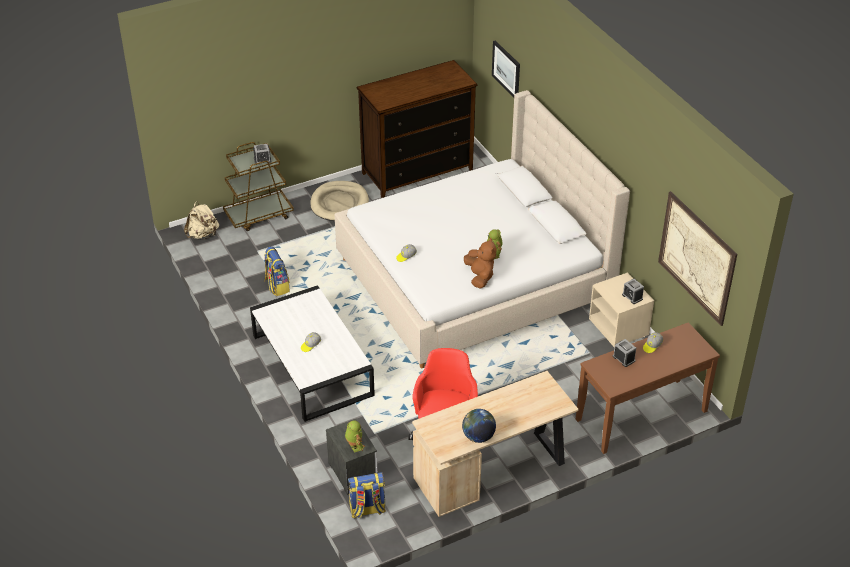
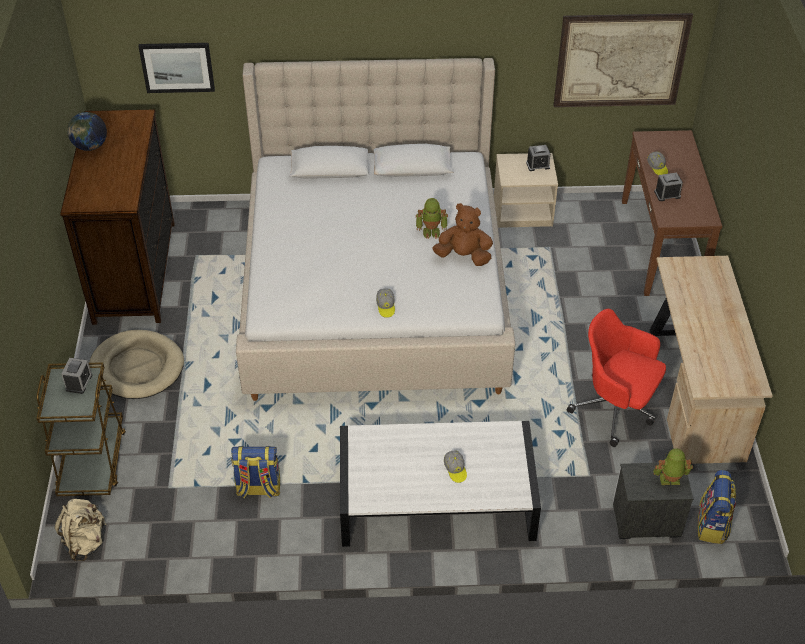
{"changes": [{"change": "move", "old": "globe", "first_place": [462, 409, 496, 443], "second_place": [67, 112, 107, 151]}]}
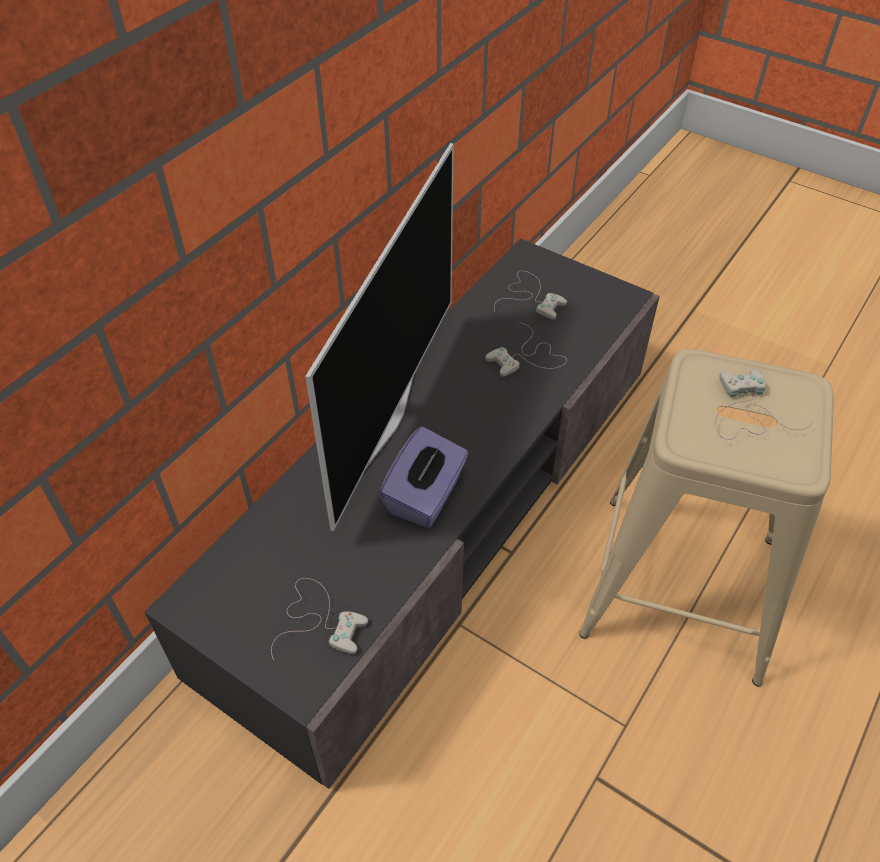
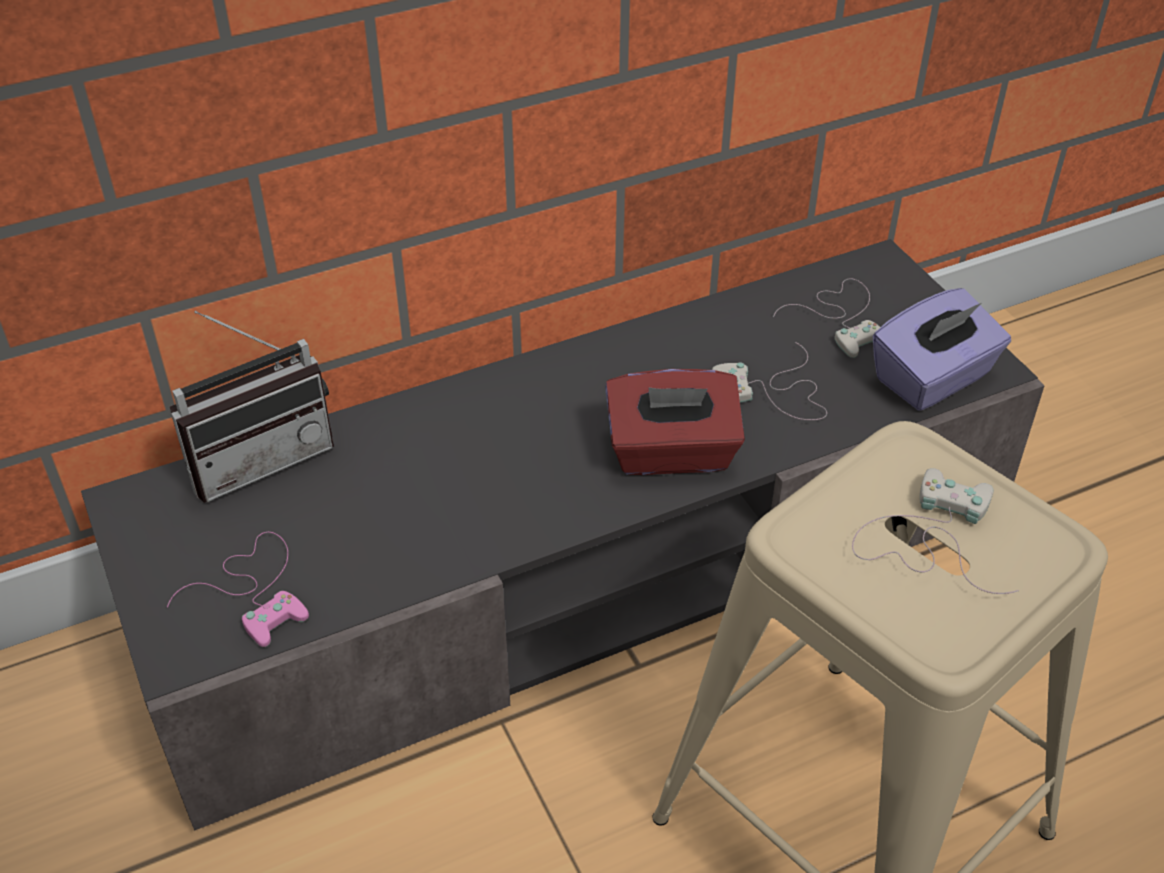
{"changes": [{"change": "recolor", "old": "white game controller", "new": "pink game controller", "first_place": [271, 578, 368, 660], "second_place": [167, 532, 309, 647]}, {"change": "delete", "old": "television", "first_place": [305, 143, 454, 531]}, {"change": "move", "old": "purple tissue box", "first_place": [379, 426, 468, 528], "second_place": [873, 288, 1011, 411]}, {"change": "insert", "new": "radio", "second_place": [170, 310, 334, 503]}, {"change": "insert", "new": "red tissue box", "second_place": [605, 369, 745, 475]}]}
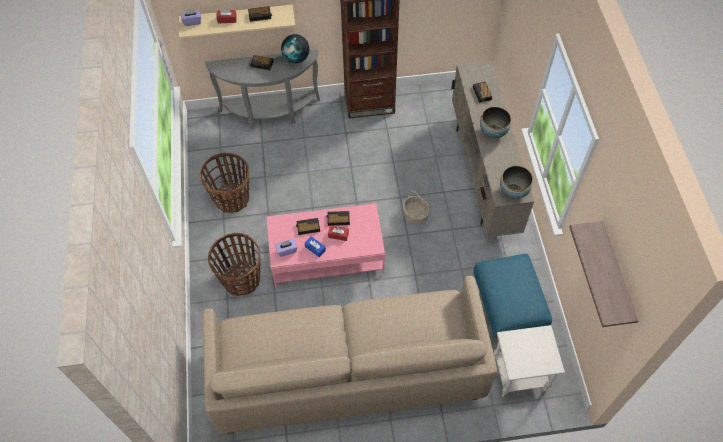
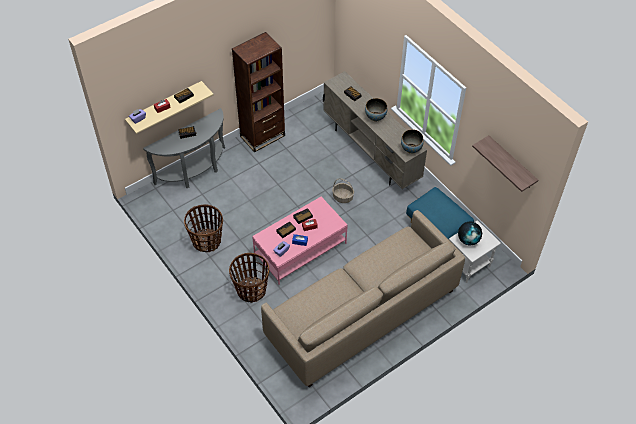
{"changes": [{"change": "move", "old": "globe", "first_place": [281, 34, 310, 63], "second_place": [458, 221, 482, 246]}]}
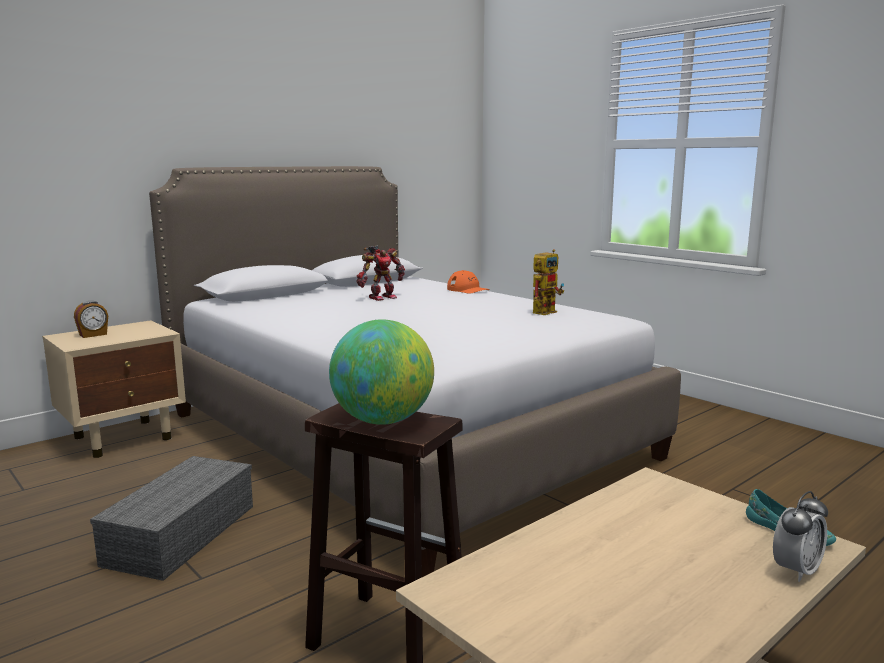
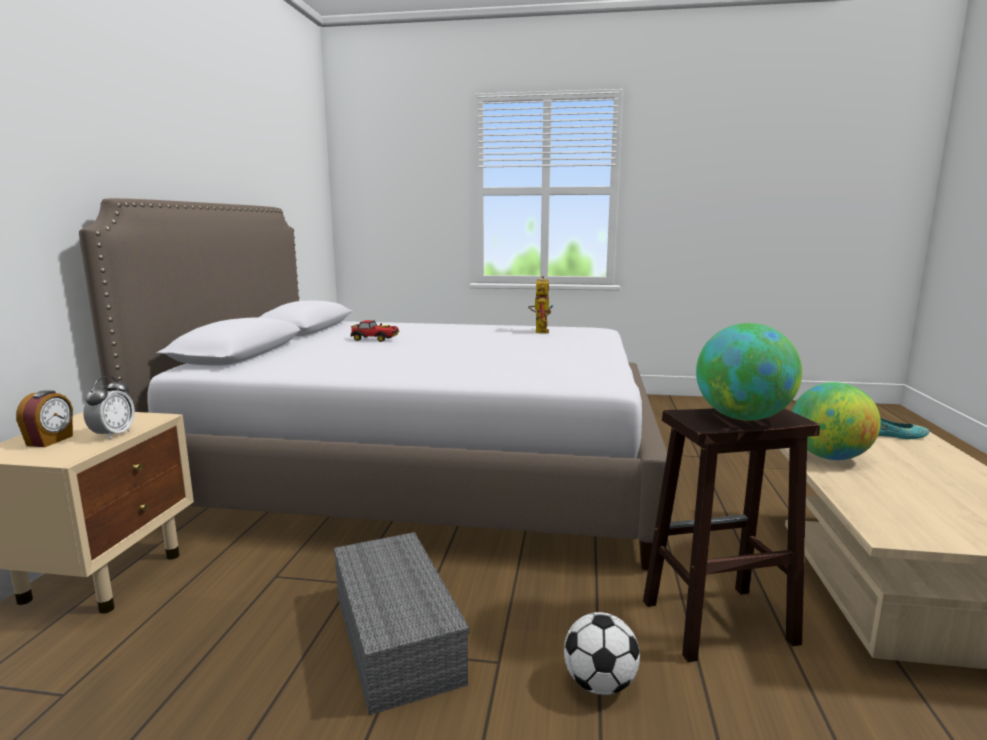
{"changes": [{"change": "replace", "old": "toy robot", "new": "toy car", "first_place": [357, 246, 405, 301], "second_place": [350, 320, 399, 342]}, {"change": "delete", "old": "orange cap", "first_place": [447, 270, 490, 294]}, {"change": "move", "old": "alarm clock", "first_place": [773, 491, 828, 582], "second_place": [83, 376, 135, 440]}, {"change": "insert", "new": "football", "second_place": [564, 612, 640, 695]}, {"change": "insert", "new": "globe", "second_place": [792, 382, 881, 460]}]}
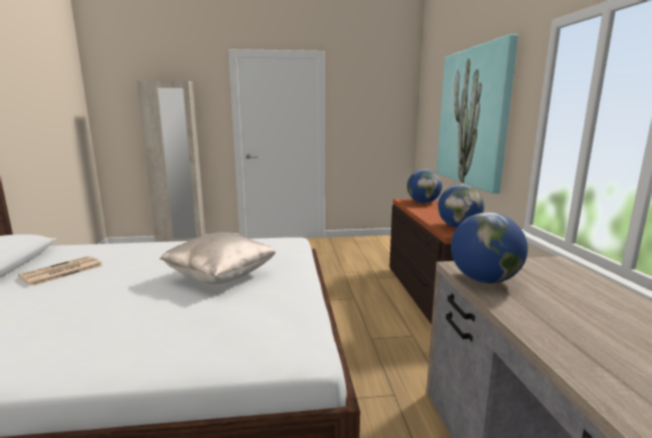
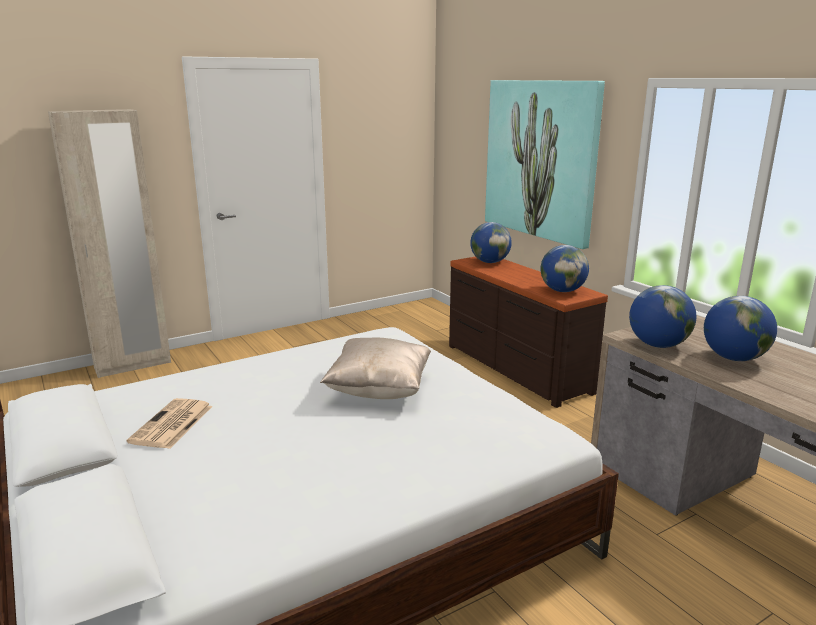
{"changes": [{"change": "insert", "new": "globe", "second_place": [704, 296, 777, 361]}]}
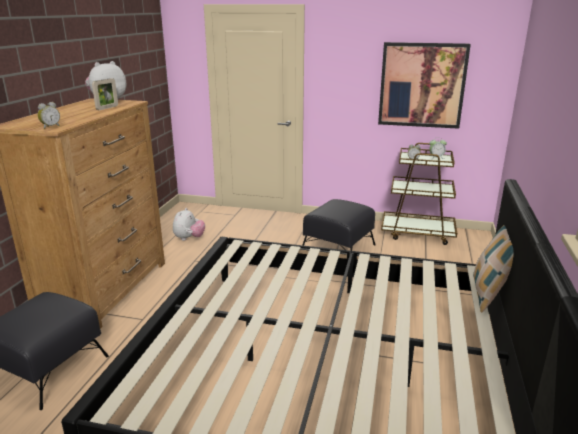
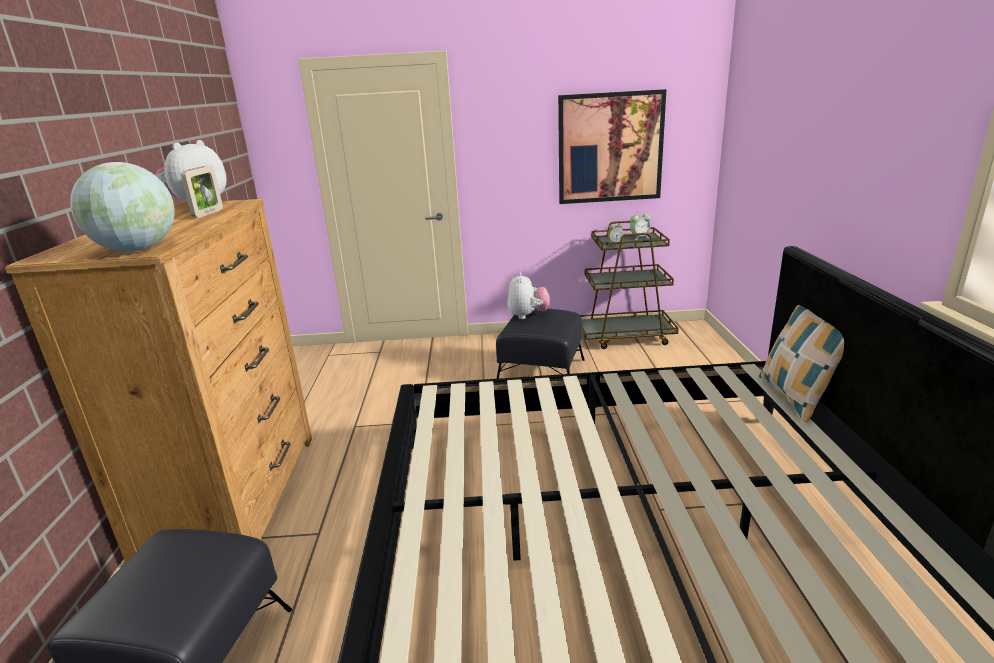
{"changes": [{"change": "replace", "old": "alarm clock", "new": "globe", "first_place": [38, 102, 60, 129], "second_place": [70, 162, 175, 252]}, {"change": "move", "old": "plush toy", "first_place": [173, 208, 205, 241], "second_place": [507, 272, 550, 319]}]}
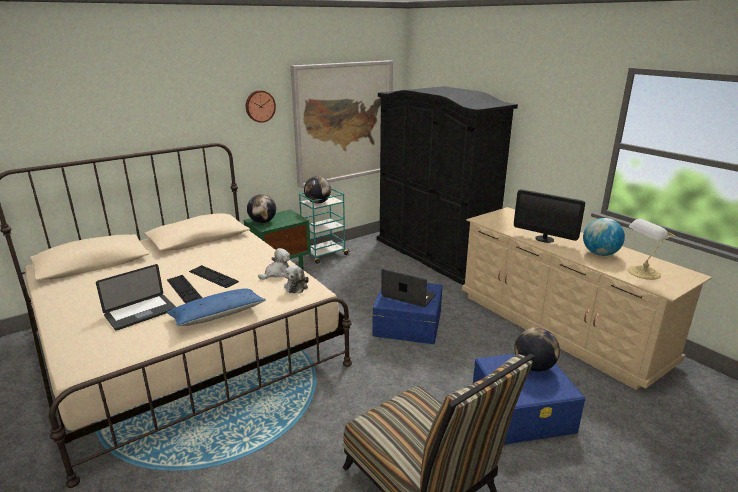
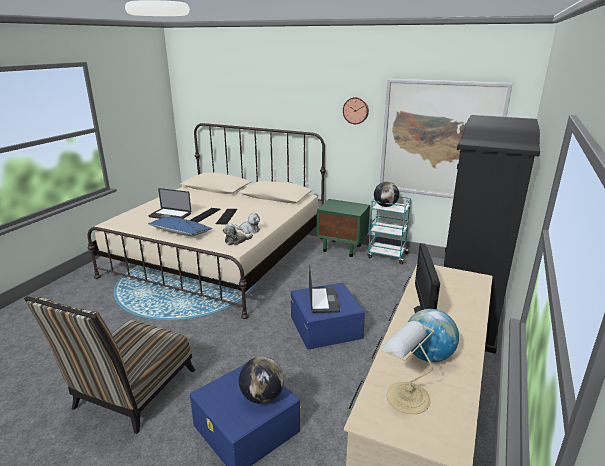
{"changes": [{"change": "delete", "old": "globe", "first_place": [247, 194, 276, 223]}]}
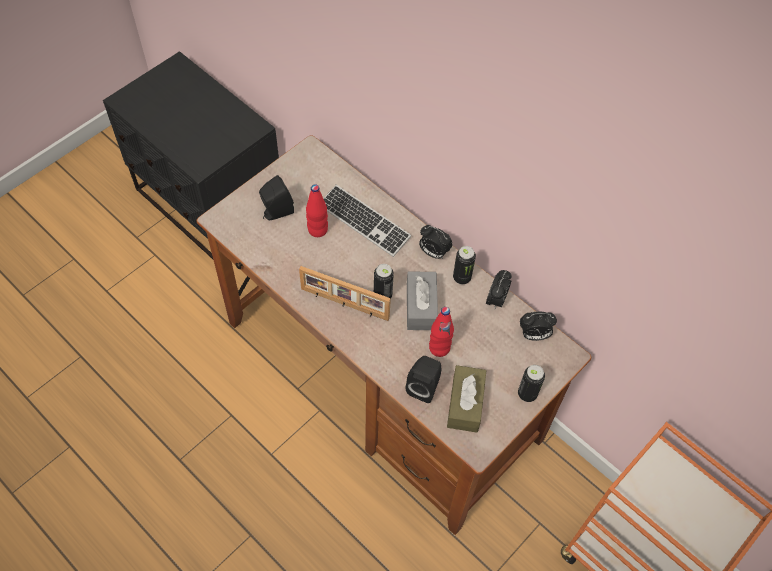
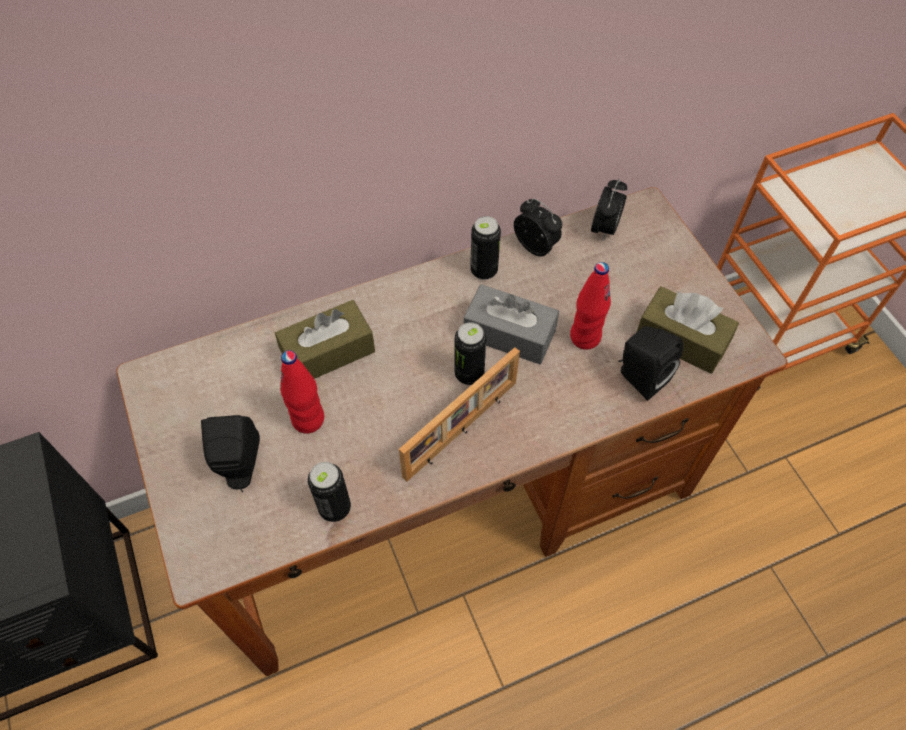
{"changes": [{"change": "replace", "old": "keyboard", "new": "brown tissue box", "first_place": [323, 185, 411, 257], "second_place": [275, 300, 375, 379]}, {"change": "delete", "old": "alarm clock", "first_place": [419, 225, 452, 259]}, {"change": "move", "old": "can", "first_place": [518, 365, 545, 402], "second_place": [308, 462, 351, 522]}]}
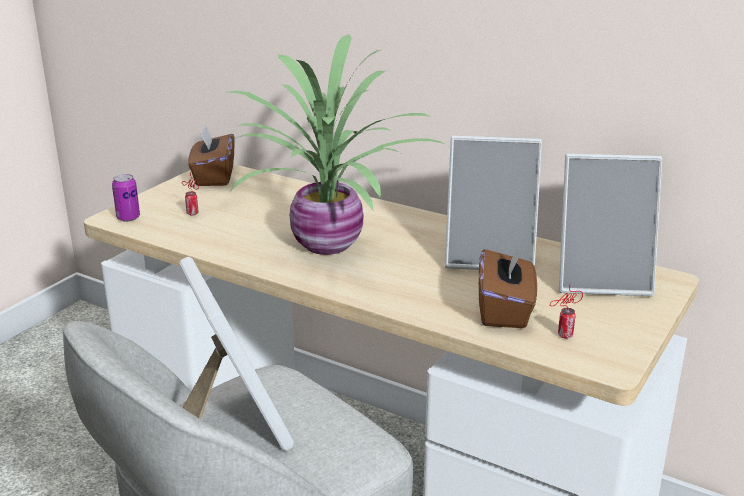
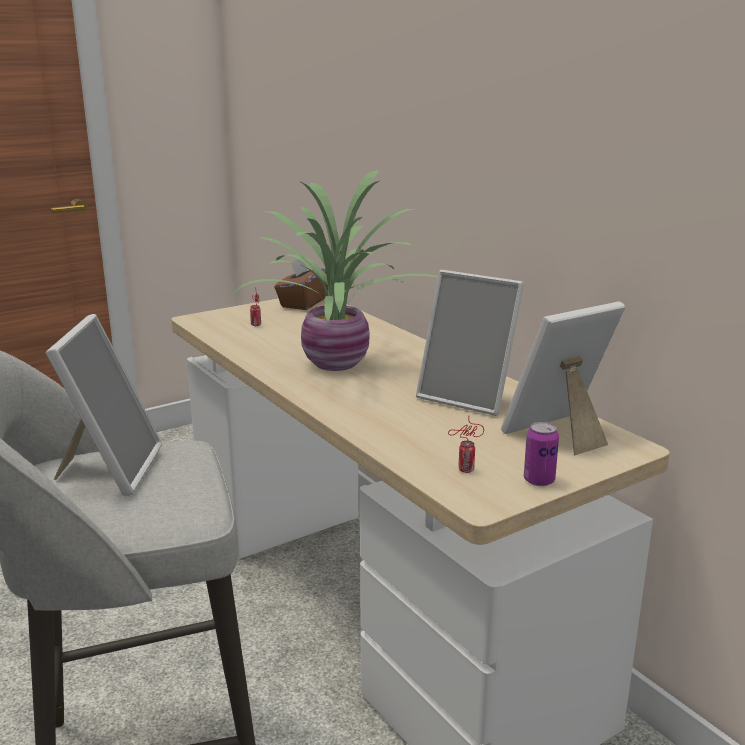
{"changes": [{"change": "move", "old": "can", "first_place": [112, 174, 140, 222], "second_place": [524, 422, 559, 486]}, {"change": "delete", "old": "brown tissue box", "first_place": [479, 244, 537, 328]}, {"change": "rotate", "old": "picture frame", "first_place": [559, 153, 662, 296], "second_place": [501, 301, 625, 455], "degrees": 120}]}
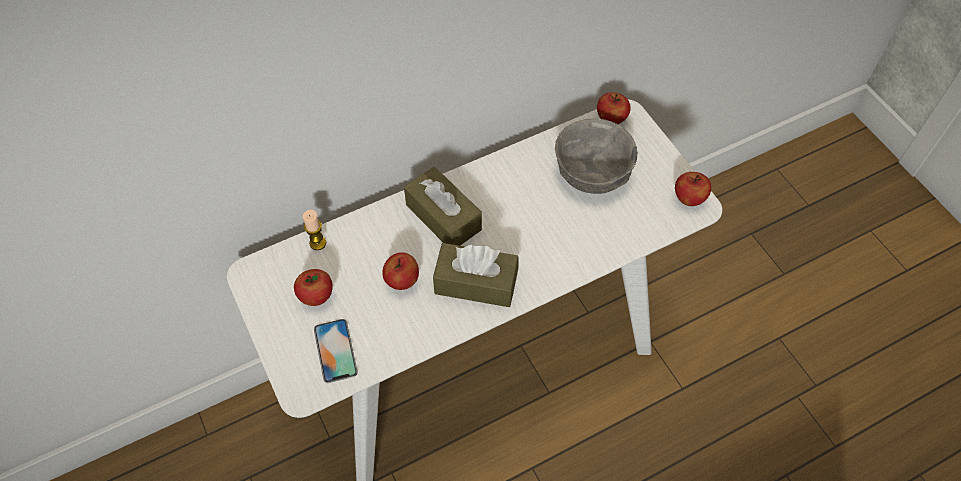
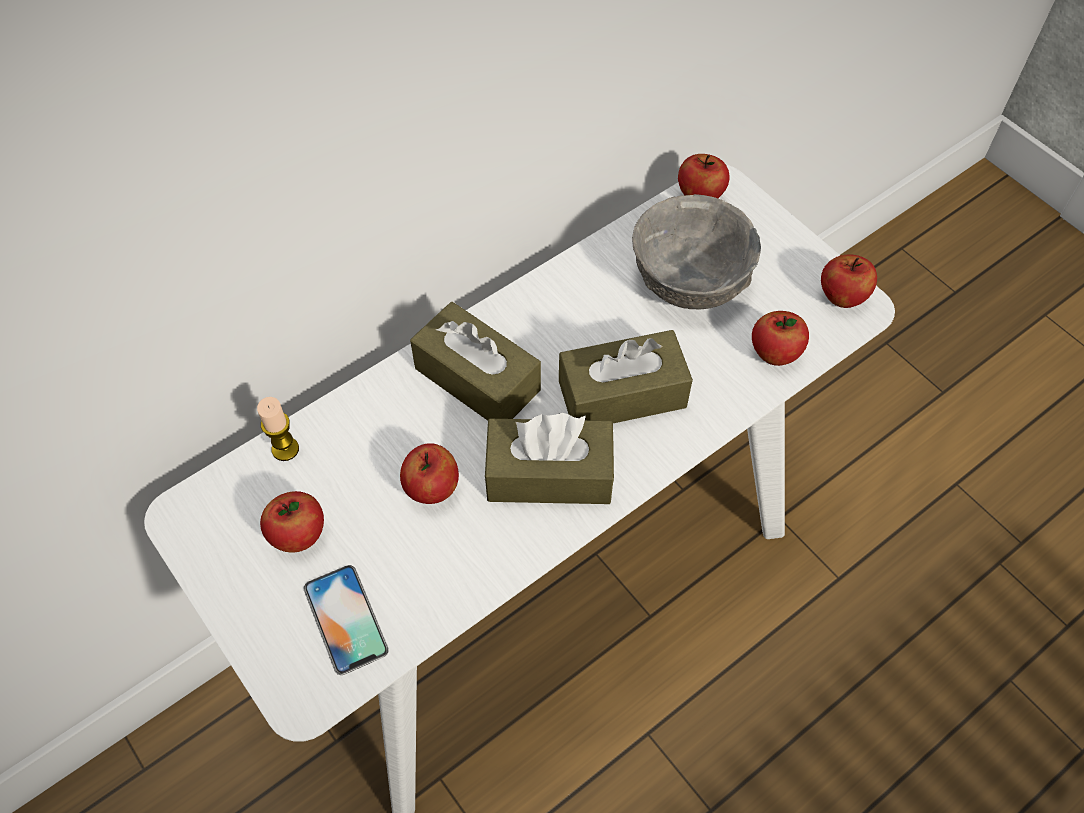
{"changes": [{"change": "insert", "new": "brown tissue box", "second_place": [559, 330, 693, 423]}, {"change": "insert", "new": "apple", "second_place": [752, 311, 809, 366]}]}
